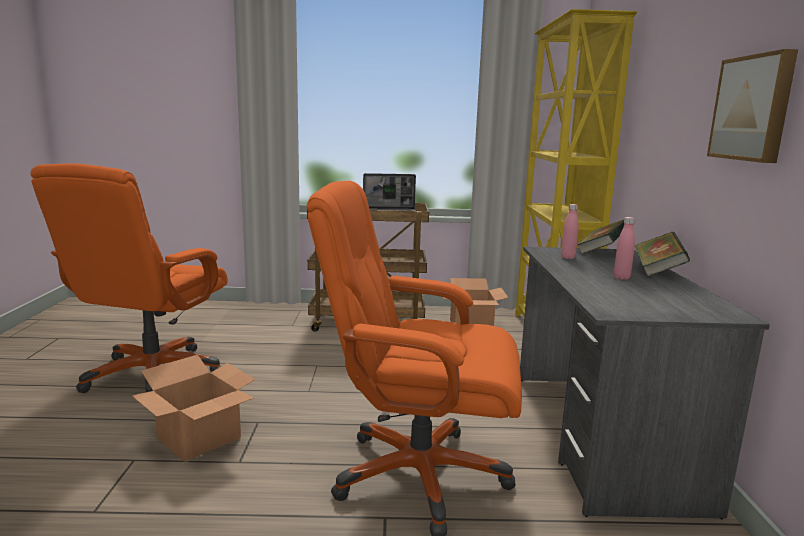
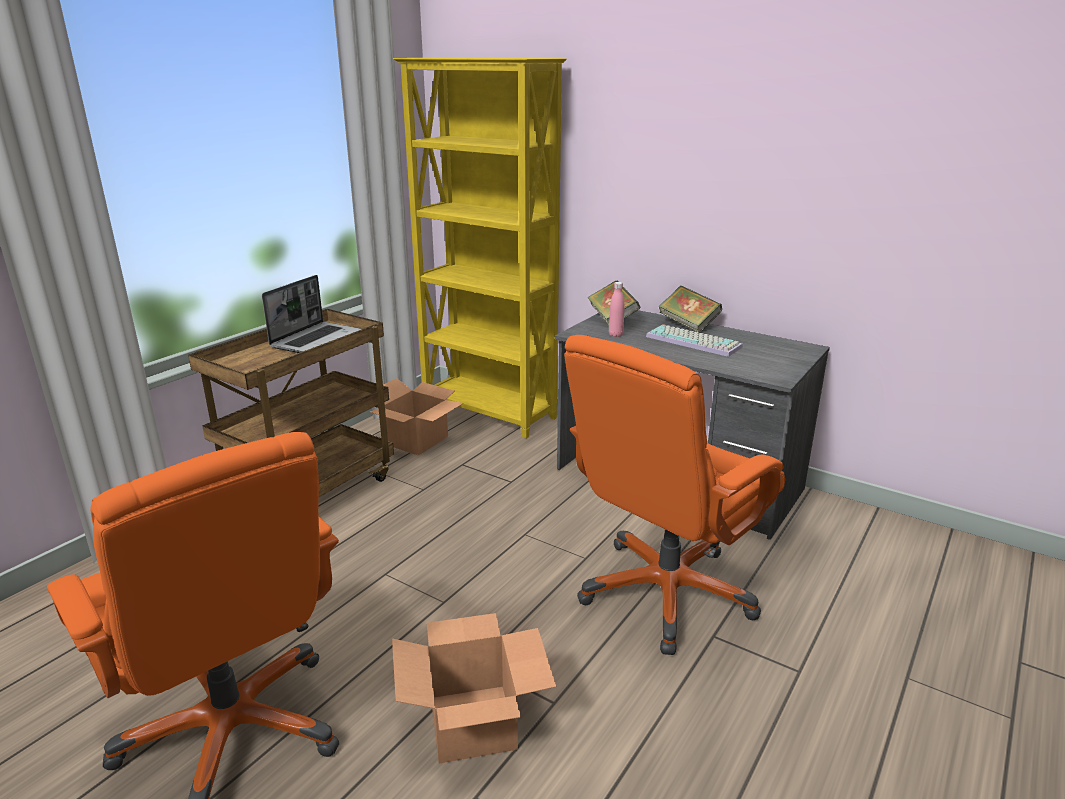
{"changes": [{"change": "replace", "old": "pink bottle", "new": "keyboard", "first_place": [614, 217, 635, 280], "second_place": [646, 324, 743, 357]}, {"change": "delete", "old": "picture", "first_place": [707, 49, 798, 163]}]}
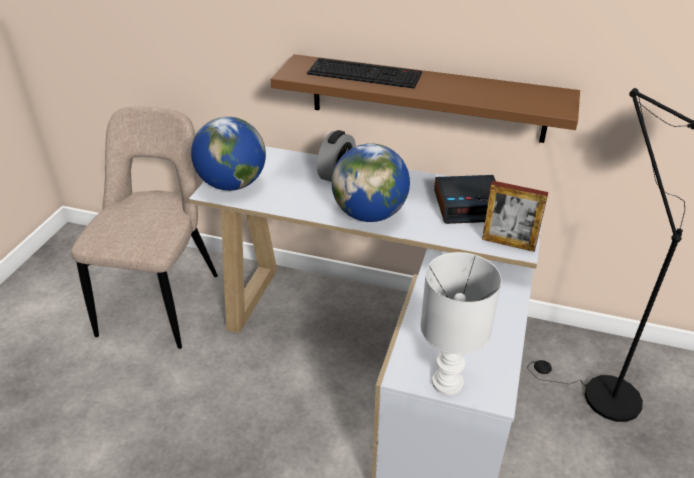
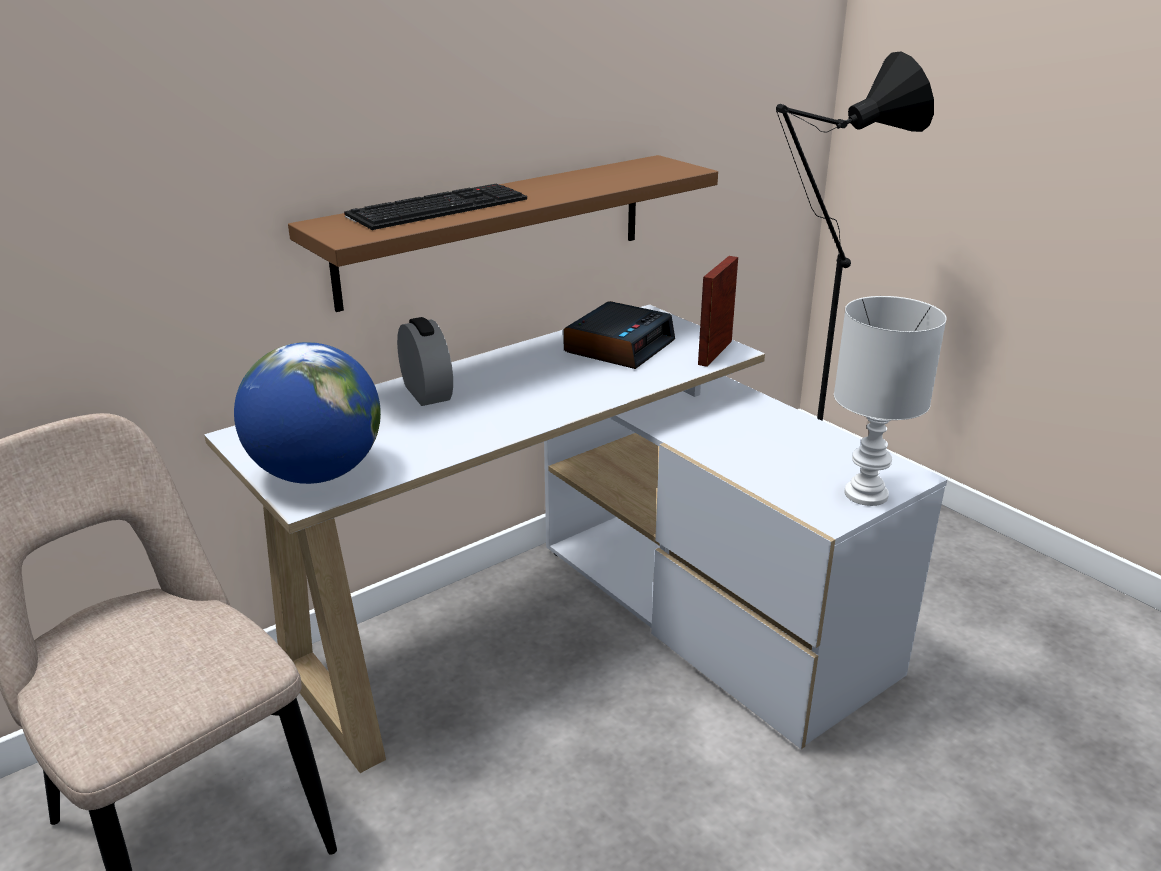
{"changes": [{"change": "delete", "old": "globe", "first_place": [332, 143, 410, 222]}, {"change": "rotate", "old": "picture frame", "first_place": [482, 181, 548, 252], "second_place": [698, 256, 738, 367], "degrees": 150}]}
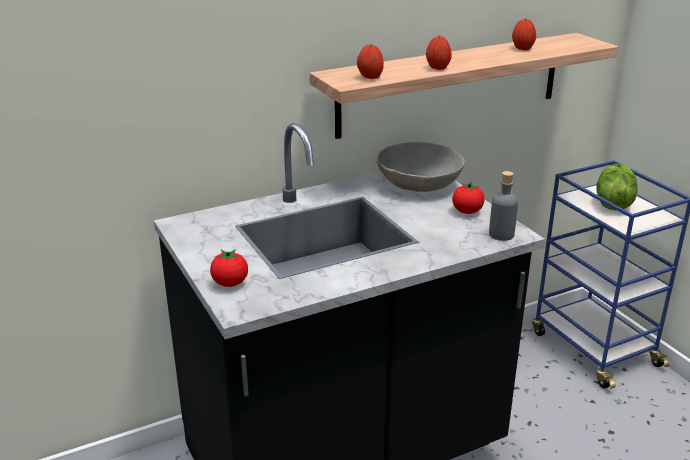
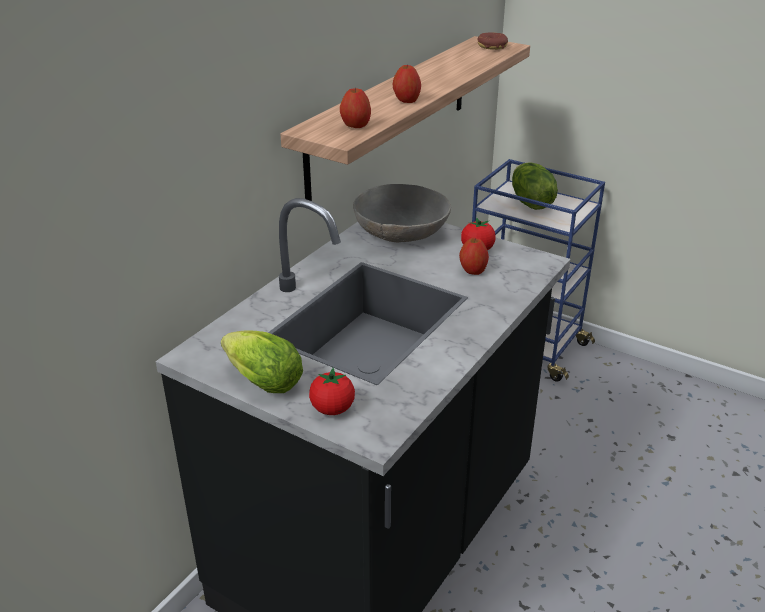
{"changes": [{"change": "delete", "old": "grey bottle", "first_place": [489, 171, 518, 241]}, {"change": "move", "old": "apple", "first_place": [512, 19, 536, 50], "second_place": [459, 237, 489, 275]}, {"change": "insert", "new": "lettuce", "second_place": [221, 330, 303, 393]}, {"change": "insert", "new": "donut", "second_place": [477, 32, 508, 50]}]}
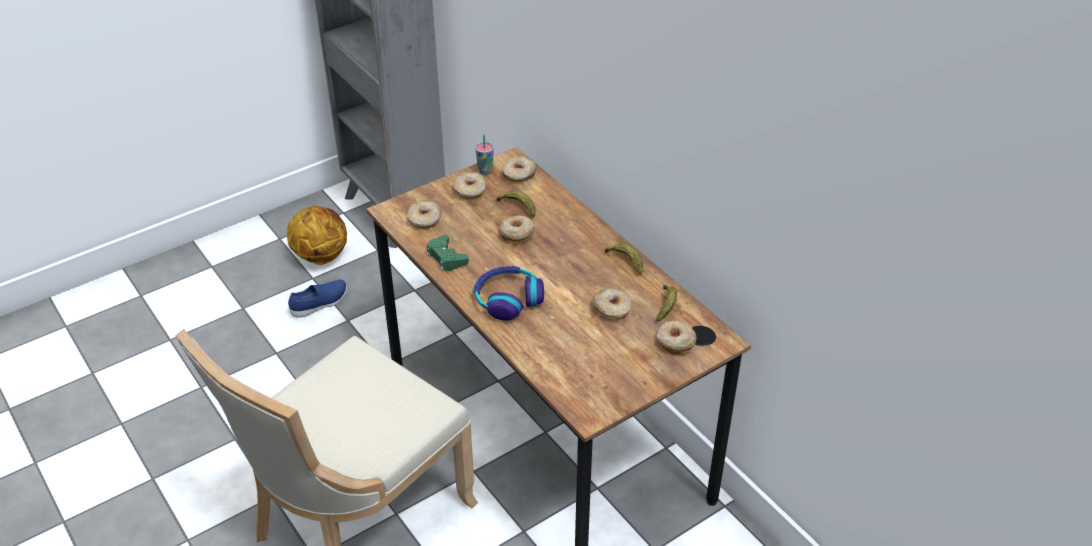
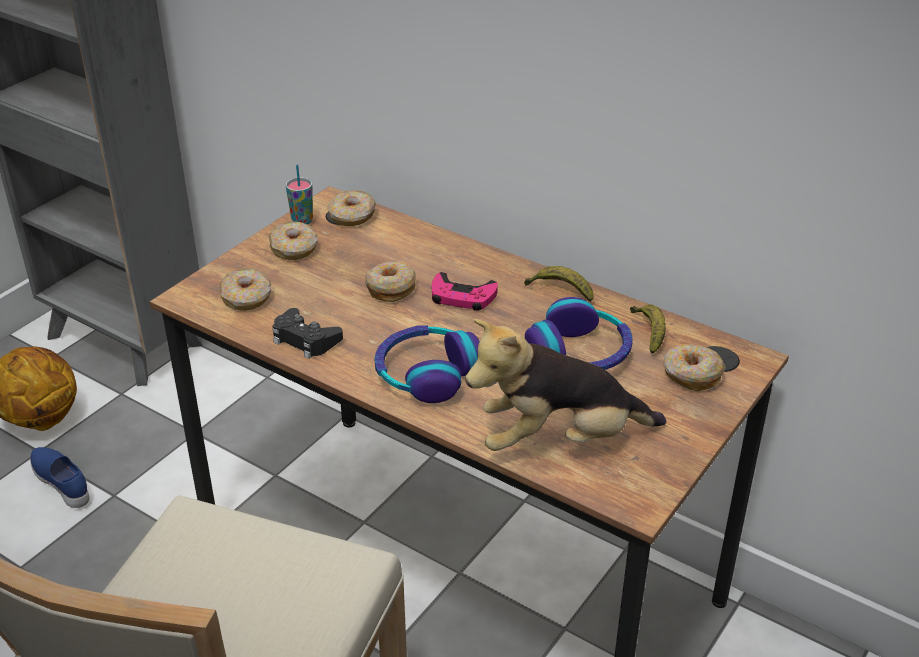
{"changes": [{"change": "rotate", "old": "blue shoe", "first_place": [288, 279, 347, 318], "second_place": [30, 447, 90, 508], "degrees": -75}, {"change": "recolor", "old": "green game controller", "new": "black game controller", "first_place": [426, 235, 469, 272], "second_place": [273, 308, 343, 359]}, {"change": "delete", "old": "banana", "first_place": [497, 190, 536, 217]}, {"change": "replace", "old": "donut", "new": "headphones", "first_place": [593, 288, 632, 320], "second_place": [525, 297, 633, 370]}, {"change": "insert", "new": "pink game controller", "second_place": [432, 272, 498, 311]}, {"change": "insert", "new": "plush toy", "second_place": [465, 319, 666, 451]}]}
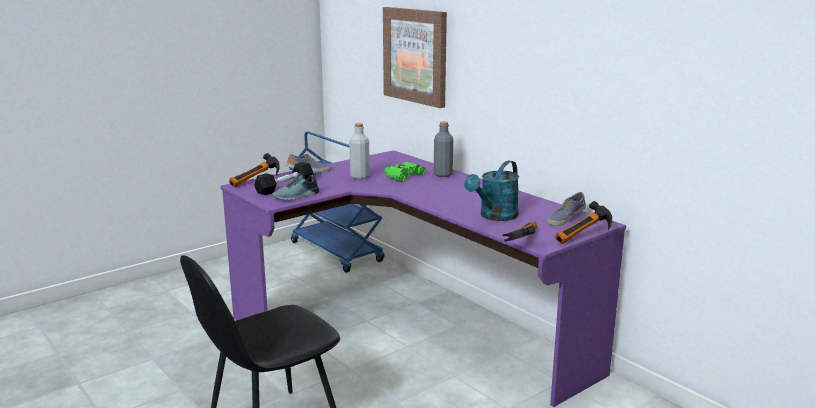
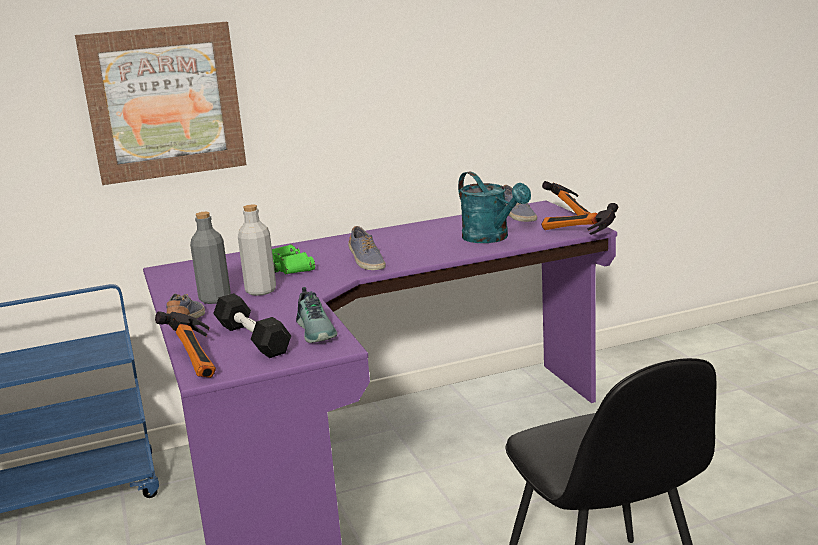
{"changes": [{"change": "move", "old": "grey bottle", "first_place": [434, 121, 453, 177], "second_place": [190, 212, 231, 304]}, {"change": "insert", "new": "shoe", "second_place": [348, 226, 386, 270]}]}
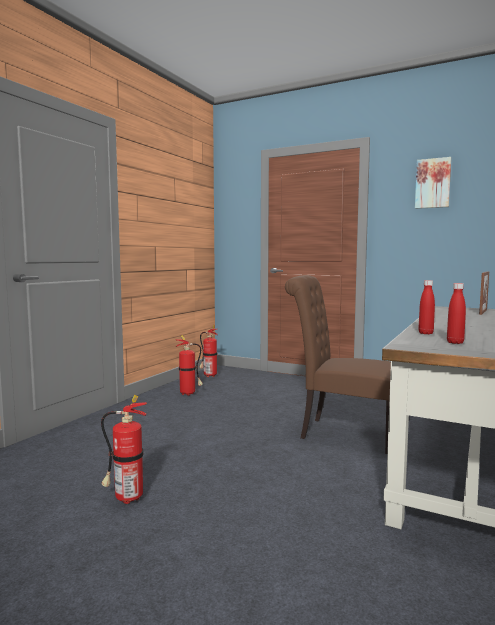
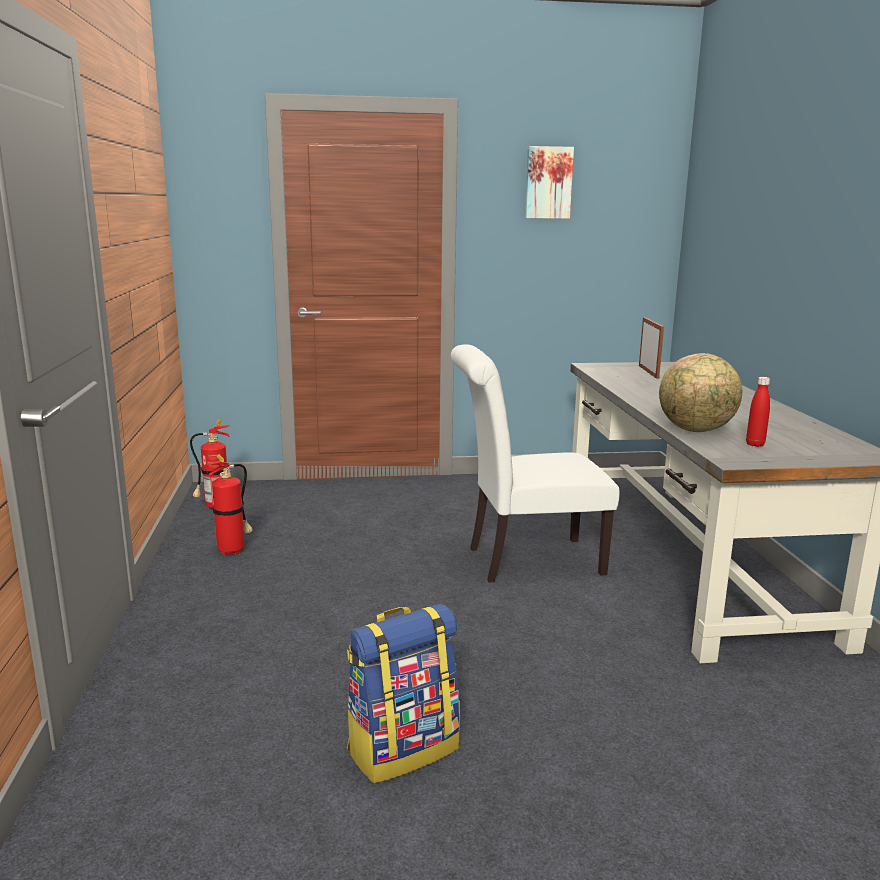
{"changes": [{"change": "replace", "old": "fire extinguisher", "new": "backpack", "first_place": [101, 395, 147, 504], "second_place": [347, 604, 460, 783]}, {"change": "recolor", "old": "brown chair", "new": "white chair", "first_place": [285, 275, 391, 454], "second_place": [451, 344, 620, 583]}, {"change": "replace", "old": "red bottle", "new": "globe", "first_place": [419, 280, 435, 334], "second_place": [659, 353, 742, 432]}]}
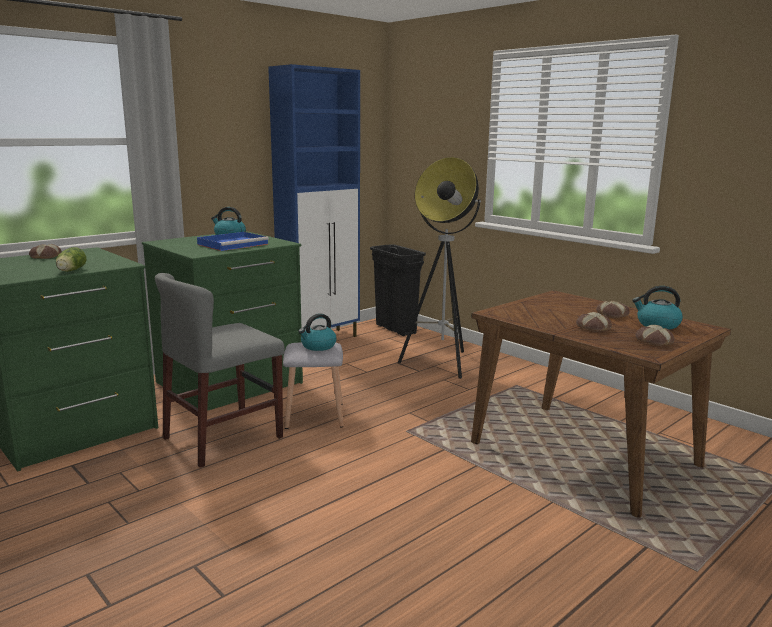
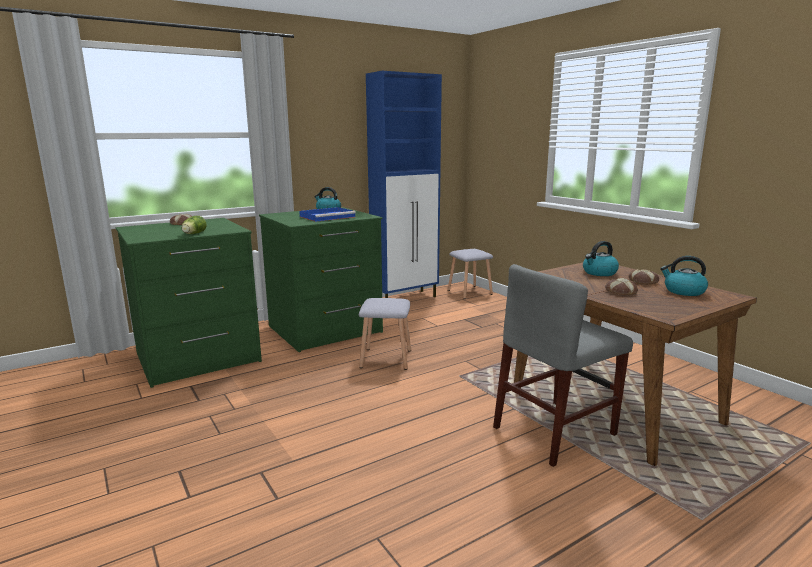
{"changes": [{"change": "move", "old": "grey chair", "first_place": [155, 273, 285, 468], "second_place": [493, 264, 633, 467]}, {"change": "move", "old": "kettle", "first_place": [298, 313, 336, 351], "second_place": [583, 241, 619, 276]}, {"change": "replace", "old": "black trash can", "new": "grey stool", "first_place": [370, 244, 426, 336], "second_place": [448, 249, 493, 299]}, {"change": "delete", "old": "floor lamp", "first_place": [398, 157, 481, 379]}, {"change": "delete", "old": "bread", "first_place": [636, 325, 675, 346]}]}
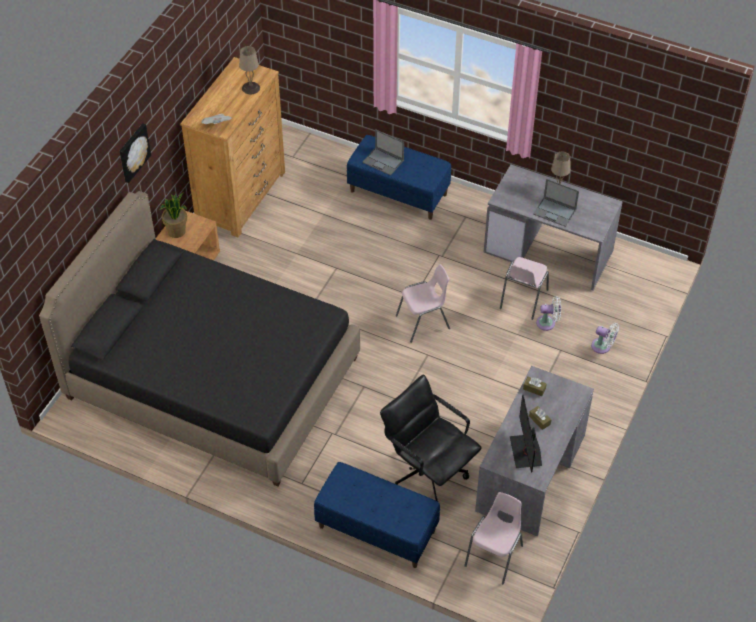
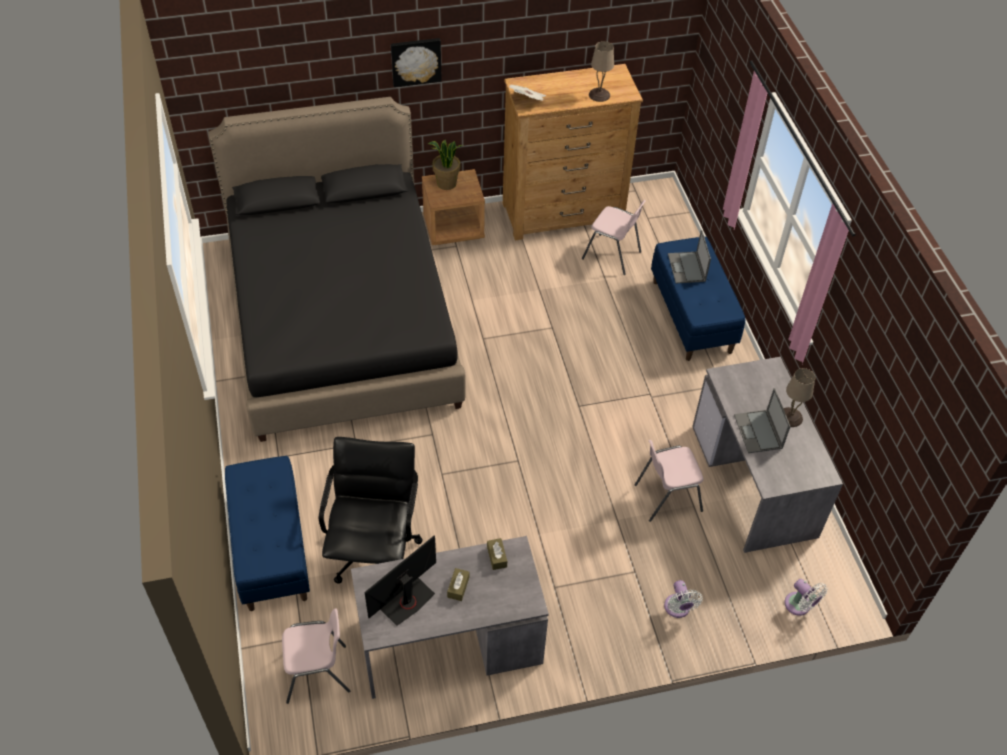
{"changes": [{"change": "move", "old": "pink chair", "first_place": [396, 264, 450, 343], "second_place": [582, 200, 646, 275]}, {"change": "move", "old": "white fan", "first_place": [536, 296, 561, 331], "second_place": [785, 579, 828, 616]}]}
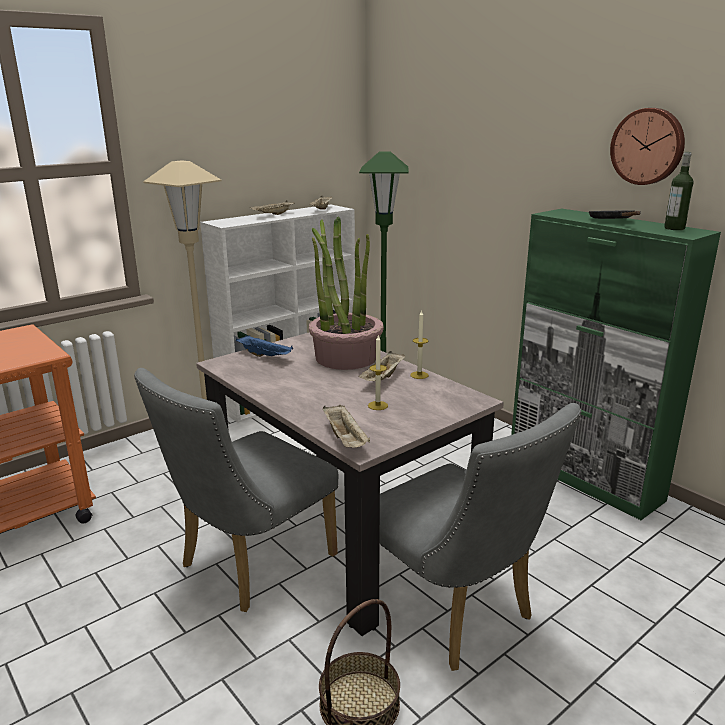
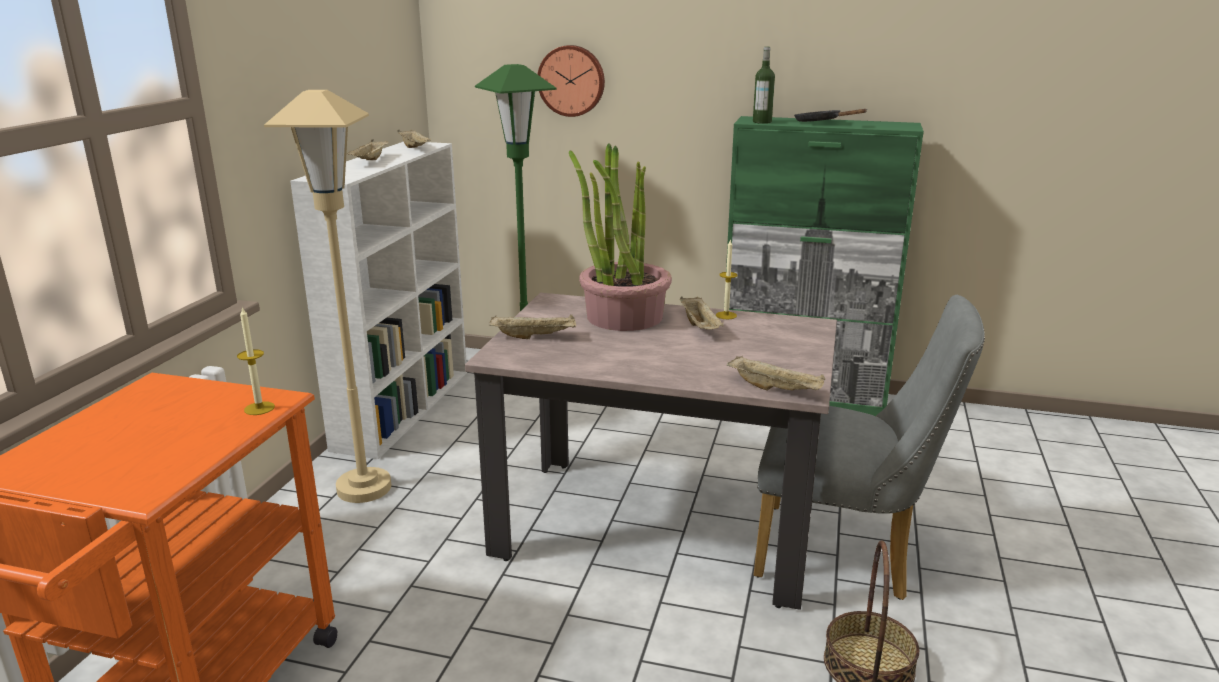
{"changes": [{"change": "delete", "old": "grey chair", "first_place": [134, 368, 338, 612]}, {"change": "recolor", "old": "blue tray", "new": "beige tray", "first_place": [236, 335, 293, 357], "second_place": [489, 314, 576, 339]}, {"change": "move", "old": "candle", "first_place": [368, 334, 388, 410], "second_place": [237, 306, 275, 415]}, {"change": "move", "old": "wall clock", "first_place": [610, 108, 685, 185], "second_place": [538, 45, 605, 117]}, {"change": "move", "old": "bottle", "first_place": [664, 152, 694, 230], "second_place": [753, 47, 775, 124]}]}
